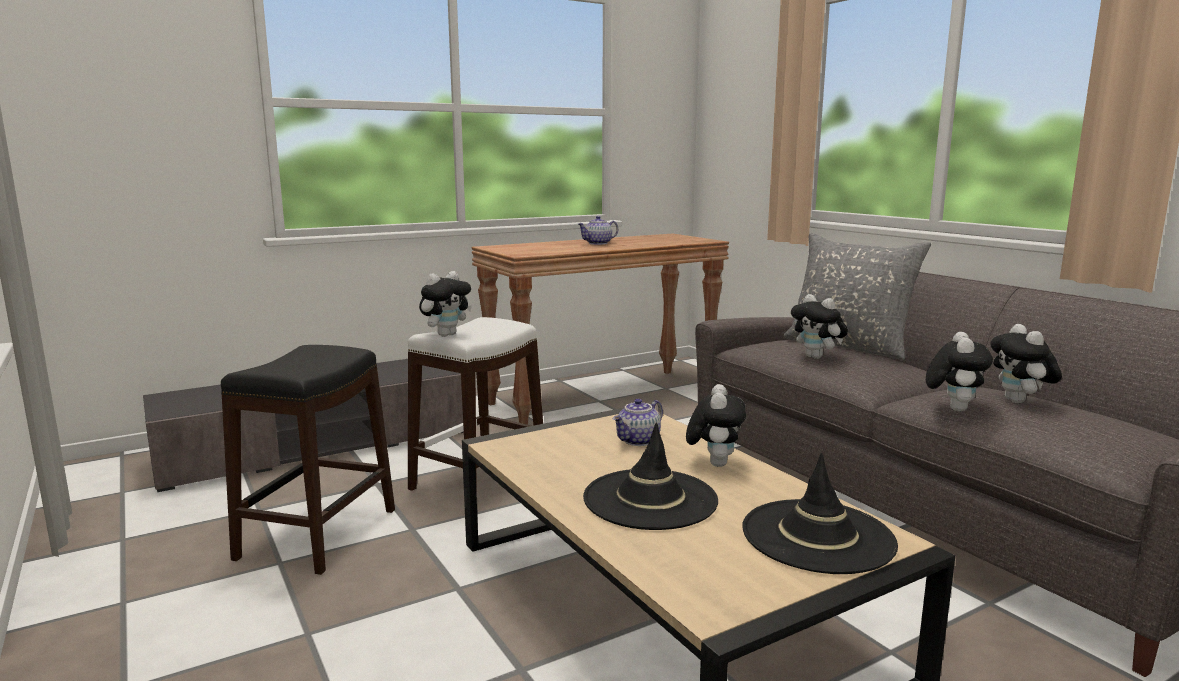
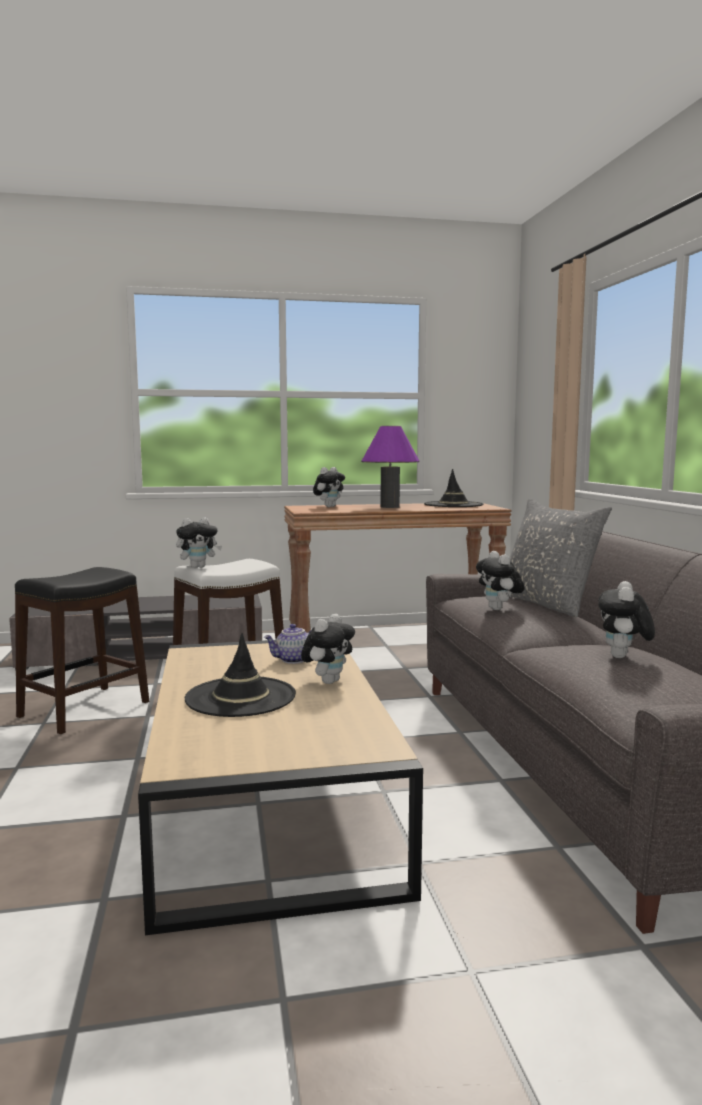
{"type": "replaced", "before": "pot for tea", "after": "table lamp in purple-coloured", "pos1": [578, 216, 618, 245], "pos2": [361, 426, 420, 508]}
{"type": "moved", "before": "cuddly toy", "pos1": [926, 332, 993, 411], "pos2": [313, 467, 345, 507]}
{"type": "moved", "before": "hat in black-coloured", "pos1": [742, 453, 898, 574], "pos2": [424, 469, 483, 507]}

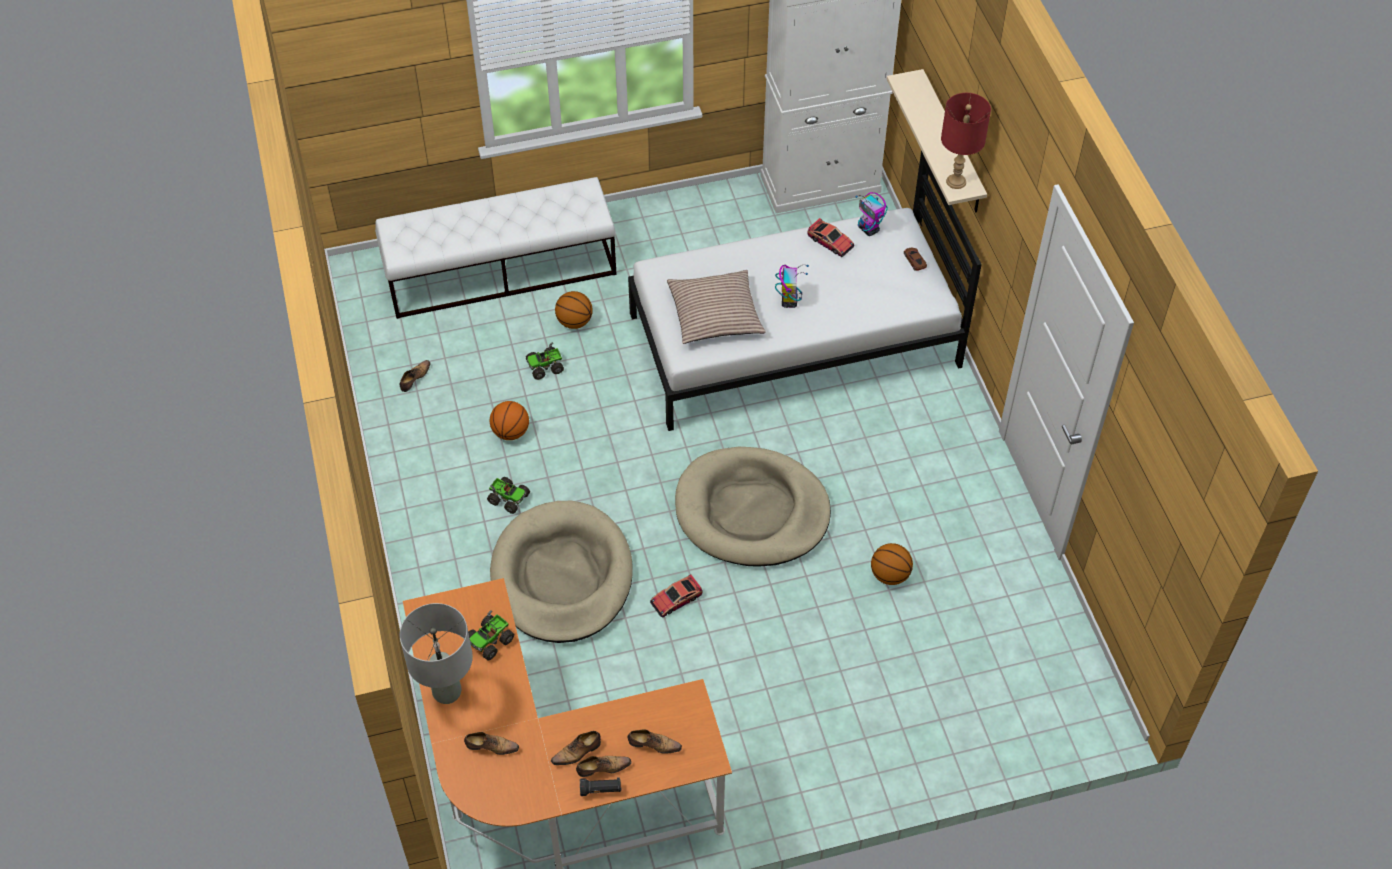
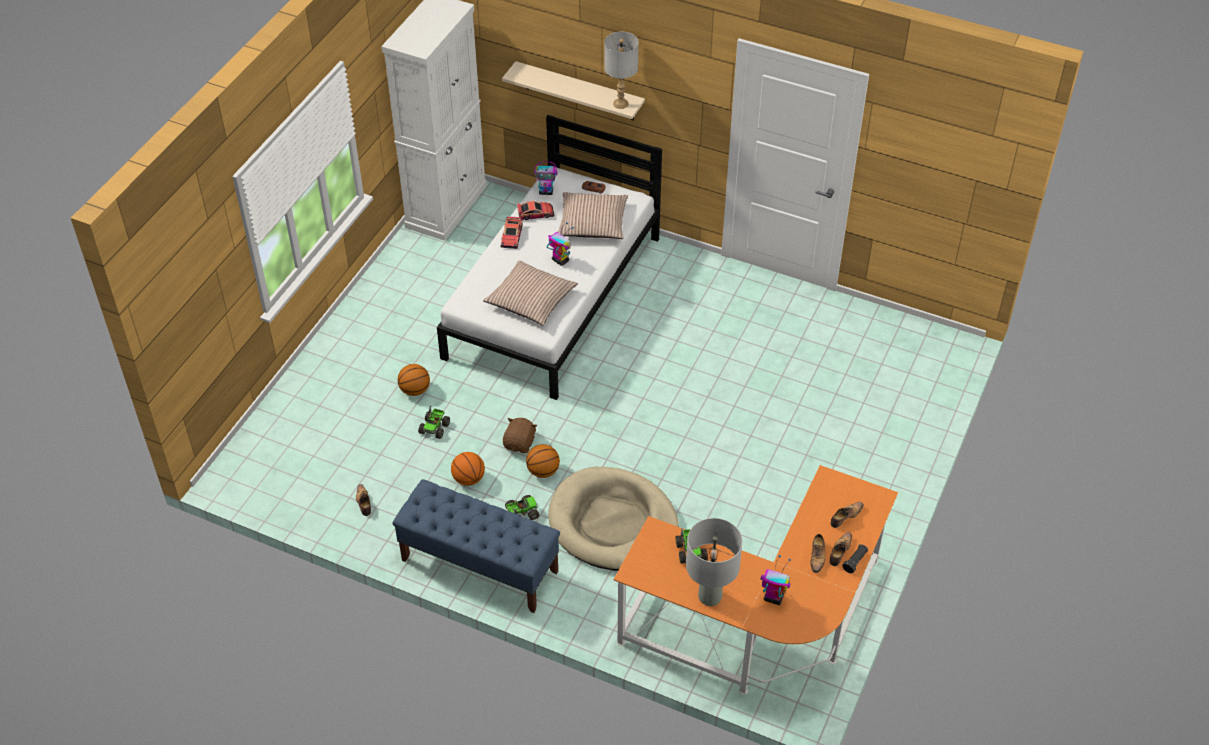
{"type": "recoloured", "before": "table lamp in red-coloured", "after": "table lamp in gray", "pos1": [941, 93, 991, 189], "pos2": [604, 31, 639, 109]}
{"type": "removed", "before": "bench in white-coloured", "pos1": [375, 177, 617, 319]}
{"type": "removed", "before": "dog bed in beige", "pos1": [675, 447, 831, 567]}
{"type": "moved", "before": "basketball ball", "pos1": [871, 543, 913, 585], "pos2": [526, 444, 560, 478]}
{"type": "moved", "before": "toy car", "pos1": [650, 574, 702, 618], "pos2": [501, 216, 523, 249]}
{"type": "replaced", "before": "shoe", "after": "toy robot", "pos1": [464, 732, 519, 755], "pos2": [761, 555, 791, 605]}
{"type": "added", "after": "cushion", "pos2": [558, 192, 628, 239]}
{"type": "added", "after": "cuddly toy in brown-coloured", "pos2": [503, 418, 537, 453]}
{"type": "added", "after": "bench in blue-coloured", "pos2": [392, 479, 560, 613]}

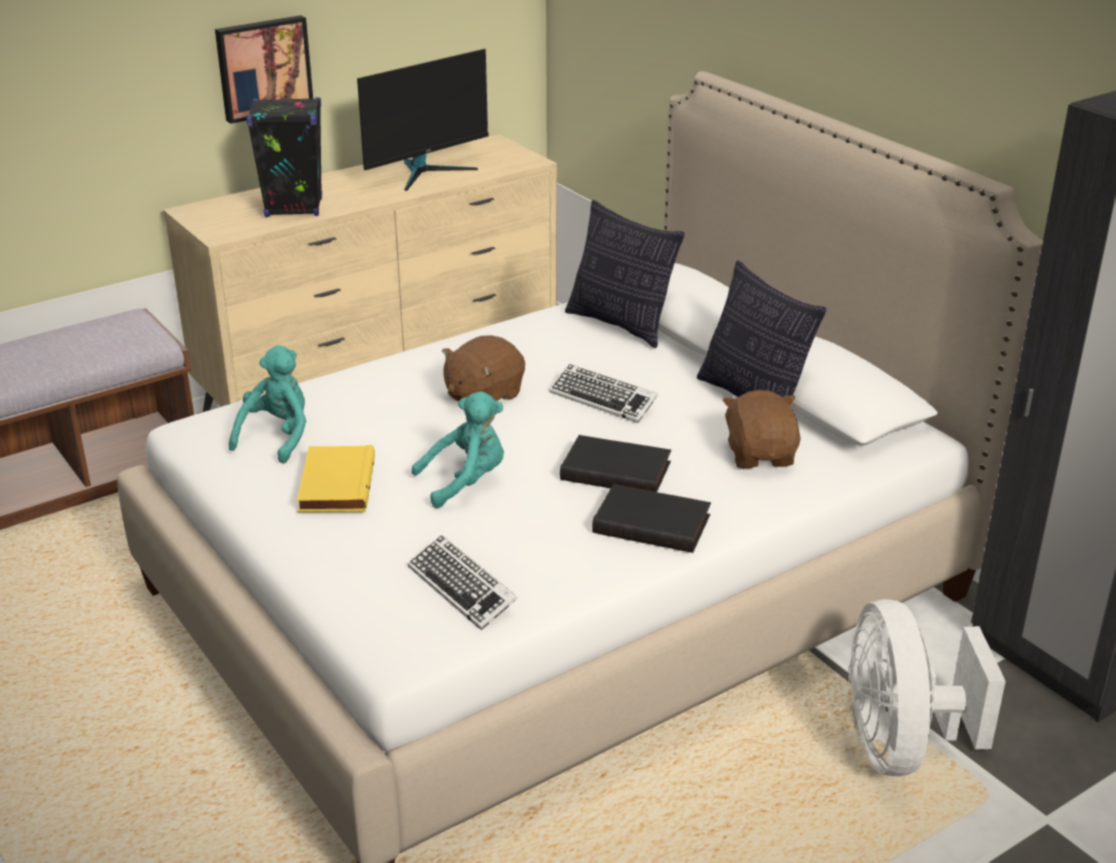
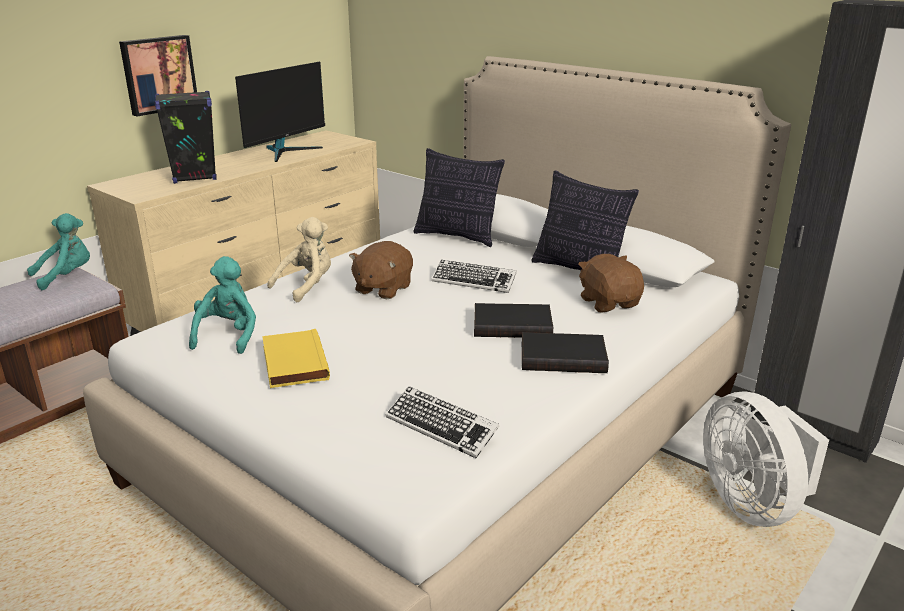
{"type": "moved", "before": "cuddly toy in blue-green", "pos1": [412, 391, 504, 508], "pos2": [27, 213, 90, 290]}
{"type": "added", "after": "cuddly toy in beige", "pos2": [267, 217, 331, 302]}

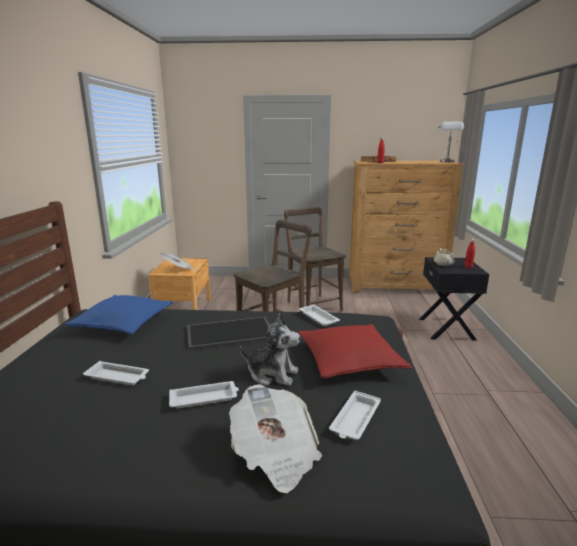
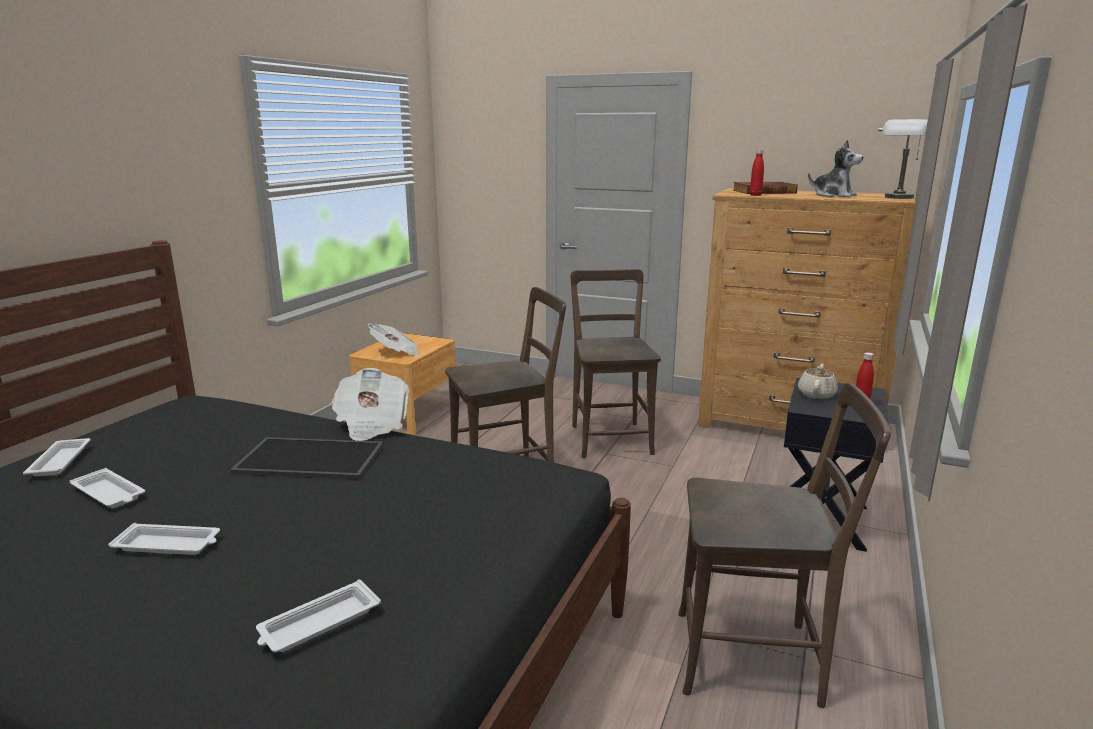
{"type": "removed", "before": "cushion in blue-coloured", "pos1": [64, 295, 173, 335]}
{"type": "moved", "before": "carrying tray in white-coloured", "pos1": [299, 305, 340, 326], "pos2": [23, 438, 91, 476]}
{"type": "moved", "before": "cuddly toy", "pos1": [240, 313, 300, 386], "pos2": [808, 140, 863, 197]}
{"type": "removed", "before": "cushion in red-coloured", "pos1": [298, 324, 412, 378]}
{"type": "moved", "before": "daily paper", "pos1": [229, 384, 322, 493], "pos2": [331, 368, 410, 441]}
{"type": "added", "after": "plain chair in brown-coloured", "pos2": [678, 383, 891, 708]}

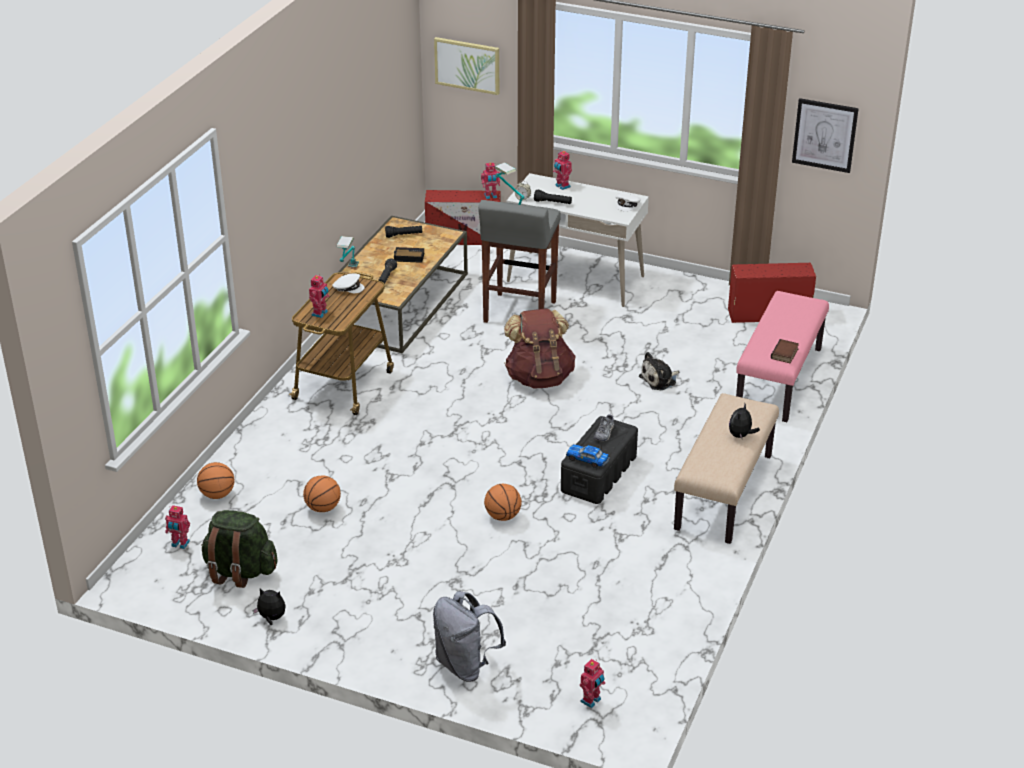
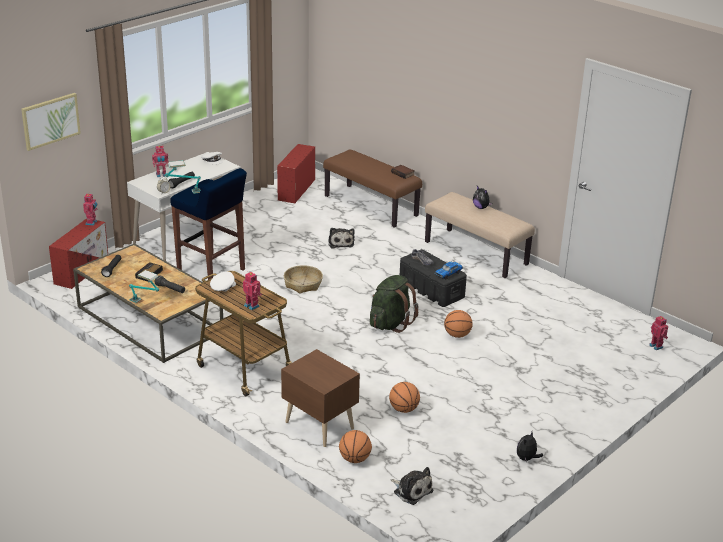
{"type": "removed", "before": "wall art", "pos1": [792, 98, 859, 173]}
{"type": "recoloured", "before": "stool seat in gray", "after": "stool seat in blue-coloured", "pos1": [478, 200, 561, 323], "pos2": [170, 168, 247, 280]}
{"type": "recoloured", "before": "bench in pink-coloured", "after": "bench in brown-coloured", "pos1": [736, 291, 829, 422], "pos2": [323, 149, 422, 228]}
{"type": "replaced", "before": "knapsack in brown-coloured", "after": "storage basket", "pos1": [504, 309, 576, 389], "pos2": [284, 265, 323, 294]}
{"type": "replaced", "before": "toy robot", "after": "cuddly toy", "pos1": [165, 505, 190, 549], "pos2": [391, 467, 433, 505]}
{"type": "moved", "before": "knapsack in green-coloured", "pos1": [201, 510, 277, 588], "pos2": [370, 275, 418, 333]}
{"type": "removed", "before": "knapsack in gray", "pos1": [433, 591, 506, 681]}
{"type": "added", "after": "bedside table in brown-coloured", "pos2": [281, 349, 360, 447]}

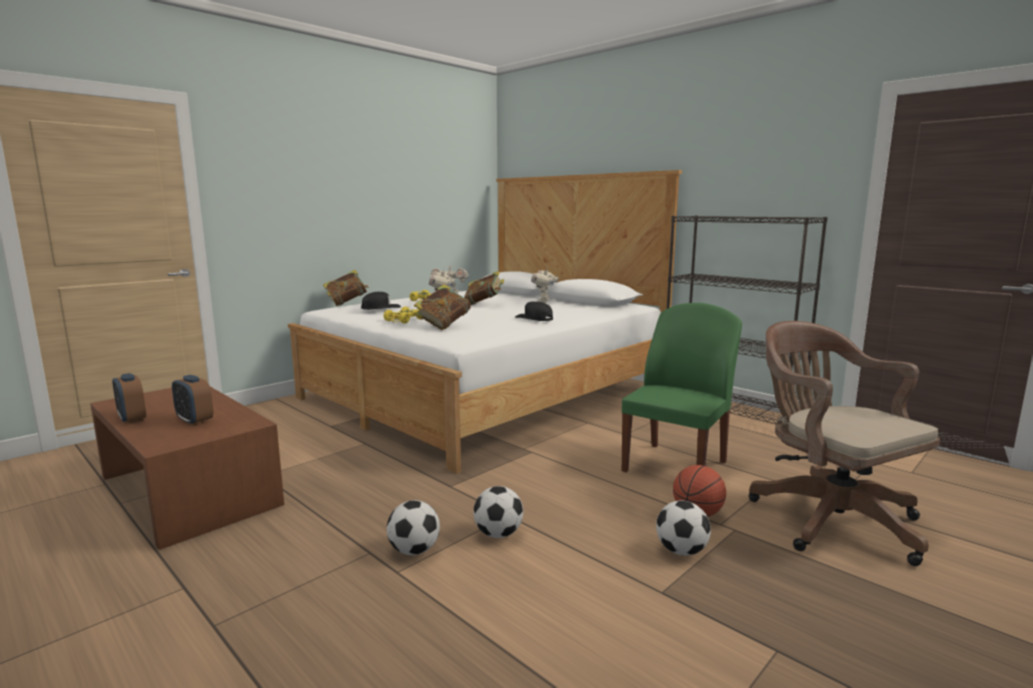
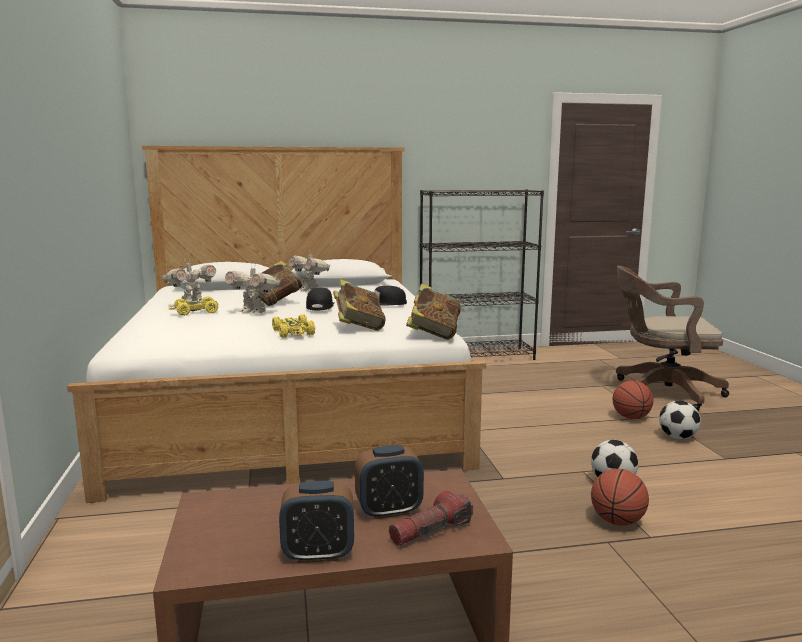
{"type": "moved", "before": "book", "pos1": [323, 270, 369, 306], "pos2": [406, 284, 461, 340]}
{"type": "moved", "before": "cap in black-coloured", "pos1": [361, 292, 401, 310], "pos2": [306, 288, 334, 310]}
{"type": "removed", "before": "plain chair in green-coloured", "pos1": [622, 303, 742, 472]}
{"type": "replaced", "before": "football ball", "after": "basketball ball", "pos1": [387, 500, 440, 555], "pos2": [591, 469, 649, 526]}
{"type": "added", "after": "flashlight", "pos2": [389, 491, 473, 546]}

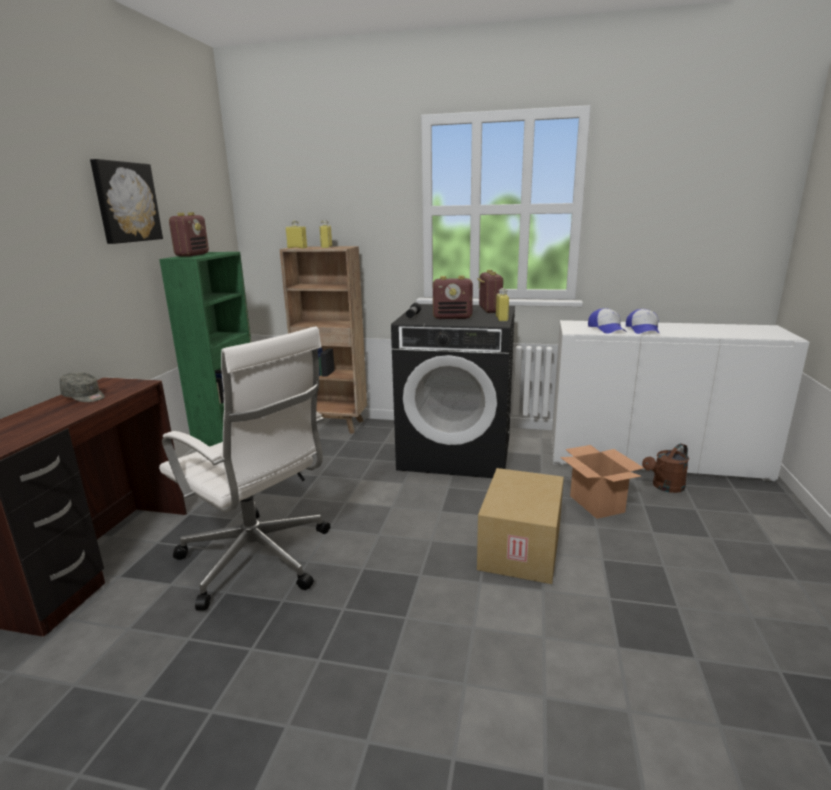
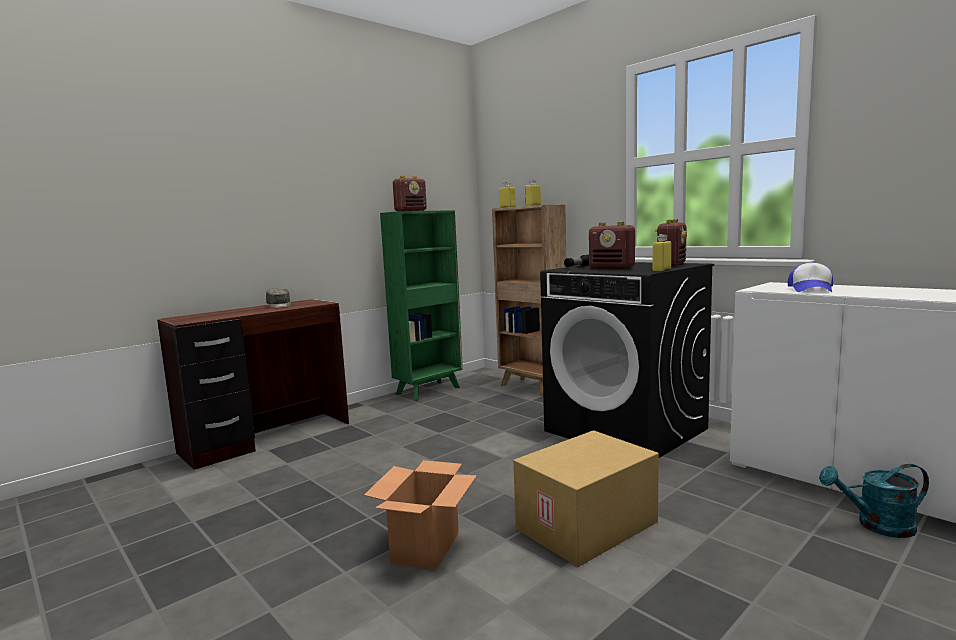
{"type": "removed", "before": "wall art", "pos1": [90, 159, 163, 244]}
{"type": "removed", "before": "cap", "pos1": [626, 309, 660, 334]}
{"type": "removed", "before": "desk chair in white-coloured", "pos1": [159, 326, 330, 611]}
{"type": "recoloured", "before": "watering pot in brown-coloured", "after": "watering pot in blue-green", "pos1": [642, 443, 689, 493], "pos2": [819, 464, 929, 538]}
{"type": "moved", "before": "packing box", "pos1": [560, 445, 644, 519], "pos2": [364, 460, 477, 571]}

